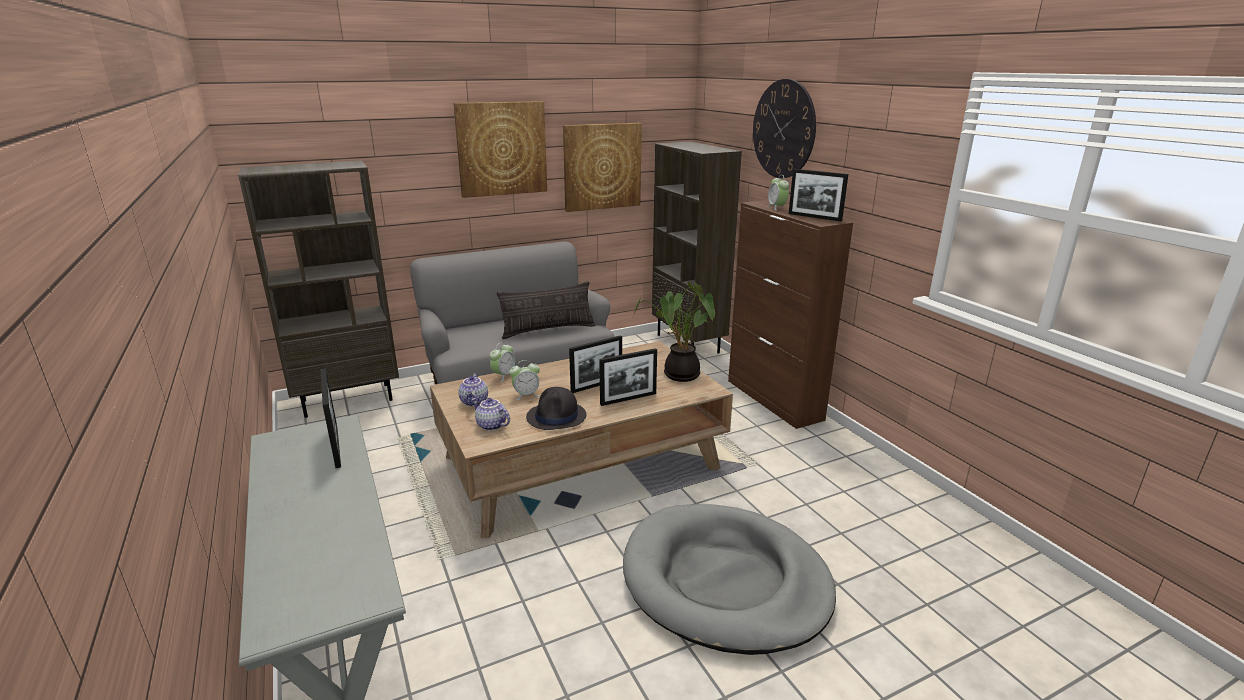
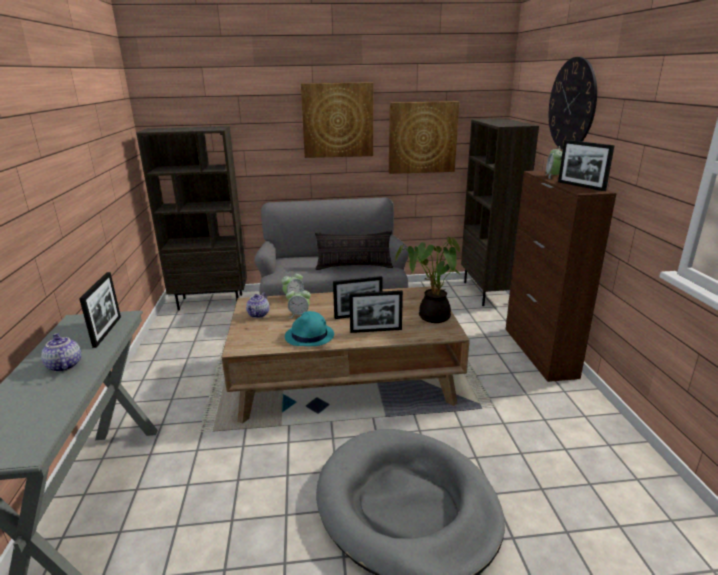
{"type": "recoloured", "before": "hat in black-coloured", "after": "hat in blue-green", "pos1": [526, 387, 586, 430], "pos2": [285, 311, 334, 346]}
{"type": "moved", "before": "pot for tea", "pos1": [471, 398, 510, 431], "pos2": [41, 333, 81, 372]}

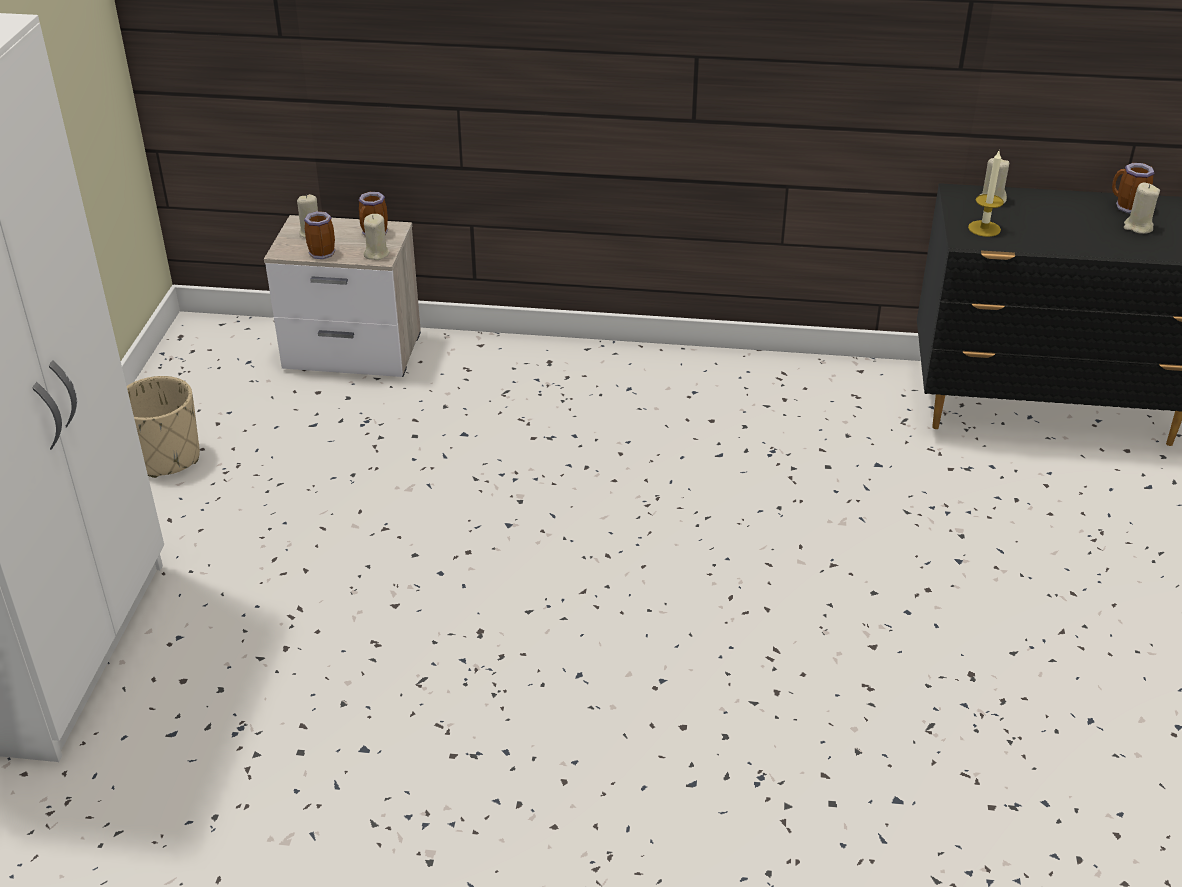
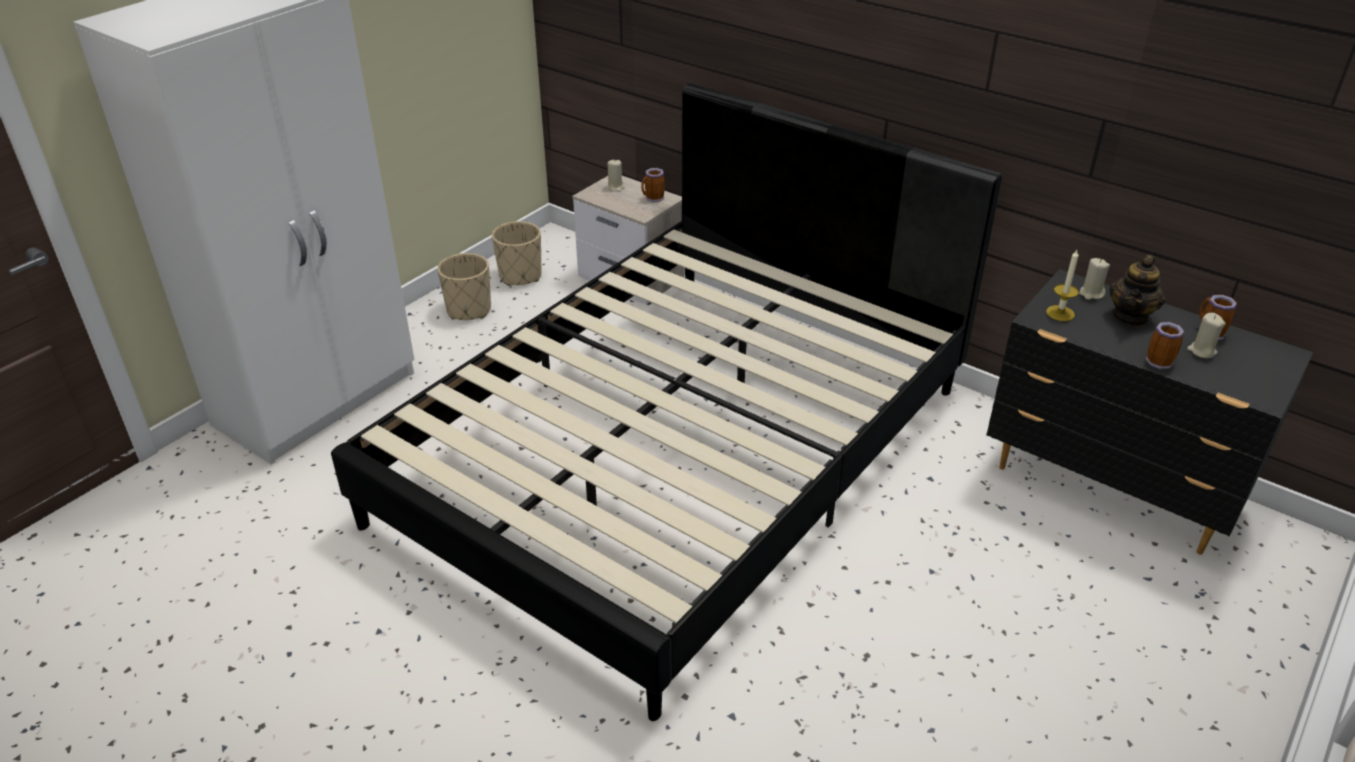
{"type": "moved", "before": "coffee mug", "pos1": [304, 211, 335, 259], "pos2": [1146, 322, 1185, 369]}
{"type": "removed", "before": "wax light in beige", "pos1": [363, 214, 390, 260]}
{"type": "added", "after": "bed in black-coloured", "pos2": [331, 83, 1003, 721]}
{"type": "added", "after": "plant pot in beige", "pos2": [492, 221, 542, 286]}
{"type": "added", "after": "pot for tea", "pos2": [1110, 255, 1165, 327]}

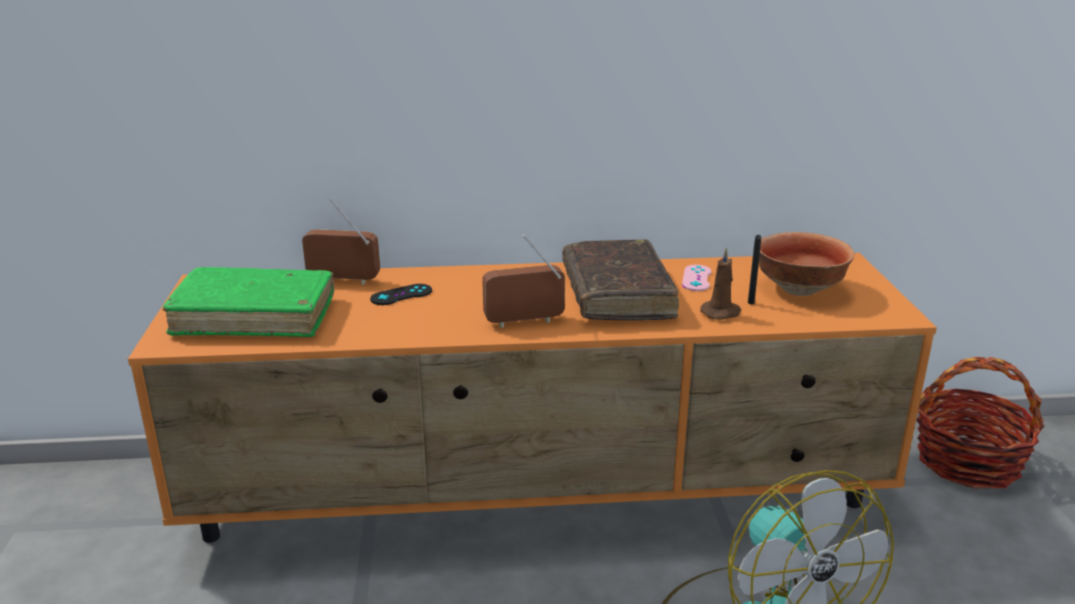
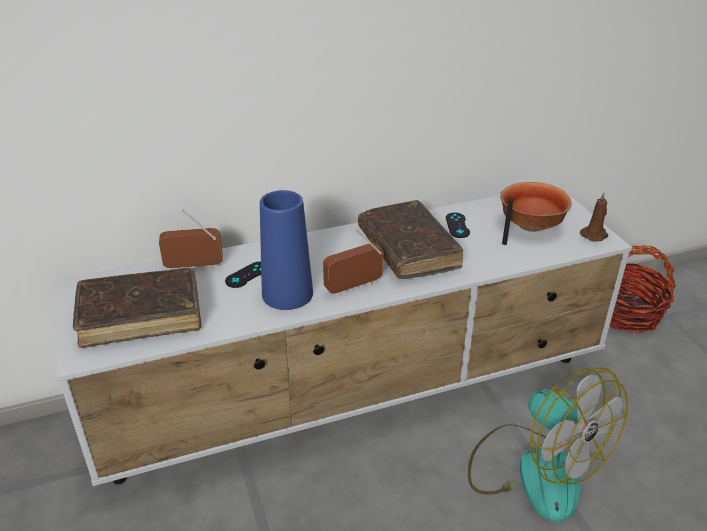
{"type": "moved", "before": "wax light in brown-coloured", "pos1": [700, 247, 741, 319], "pos2": [580, 193, 608, 242]}
{"type": "recoloured", "before": "tv unit in orangey", "after": "tv unit in white-coloured", "pos1": [128, 253, 937, 543], "pos2": [54, 185, 632, 486]}
{"type": "recoloured", "before": "gamepad in pink-coloured", "after": "gamepad in black-coloured", "pos1": [682, 265, 711, 291], "pos2": [446, 212, 470, 238]}
{"type": "recoloured", "before": "book in green-coloured", "after": "book in brown-coloured", "pos1": [163, 267, 334, 337], "pos2": [73, 268, 202, 348]}
{"type": "added", "after": "flower vase in blue-coloured", "pos2": [260, 190, 313, 310]}

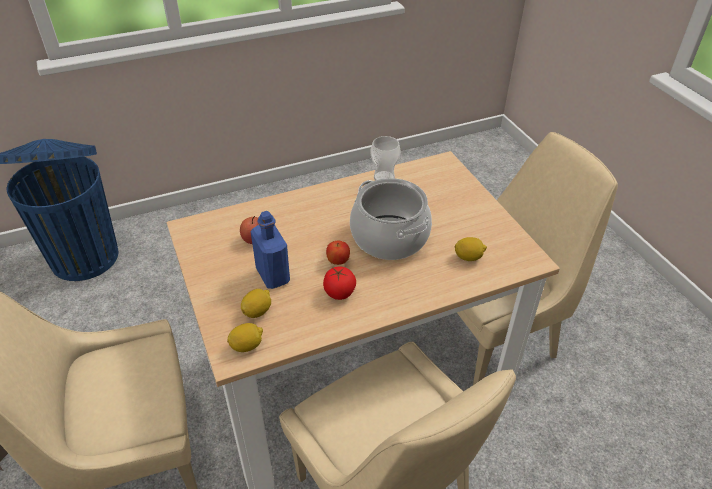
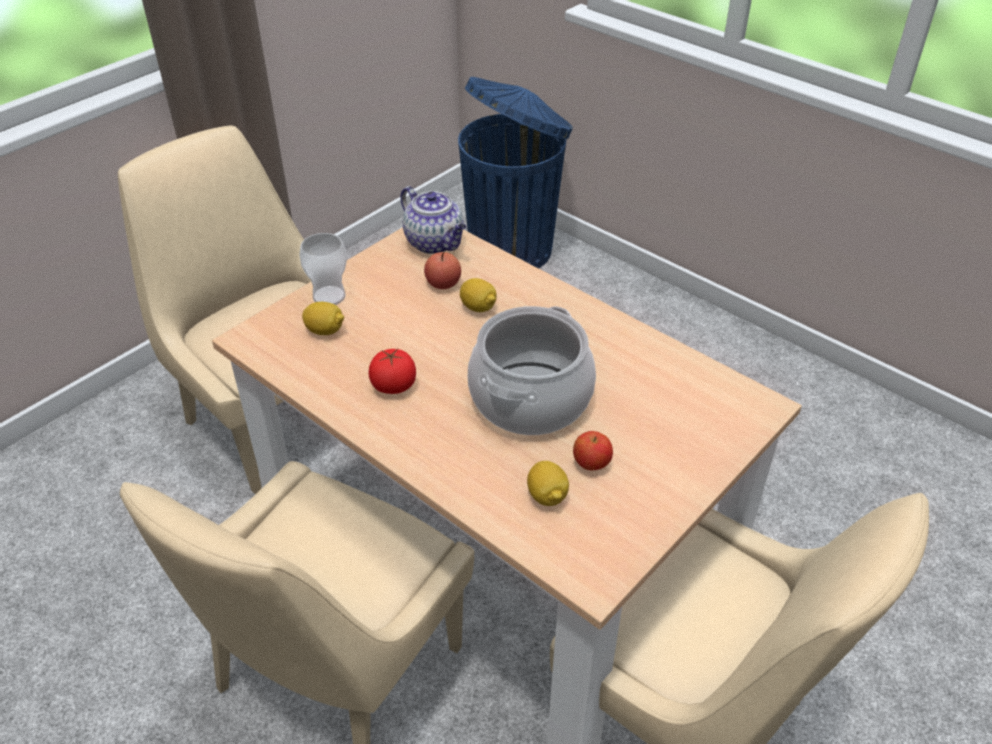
{"type": "moved", "before": "drinking cup", "pos1": [371, 136, 400, 180], "pos2": [299, 233, 347, 305]}
{"type": "removed", "before": "drink bottle in blue-coloured", "pos1": [250, 211, 290, 289]}
{"type": "moved", "before": "apple fruit", "pos1": [326, 241, 350, 265], "pos2": [573, 431, 613, 470]}
{"type": "moved", "before": "citrus fruit", "pos1": [227, 323, 263, 352], "pos2": [460, 278, 497, 312]}
{"type": "added", "after": "pot for tea", "pos2": [400, 186, 466, 254]}

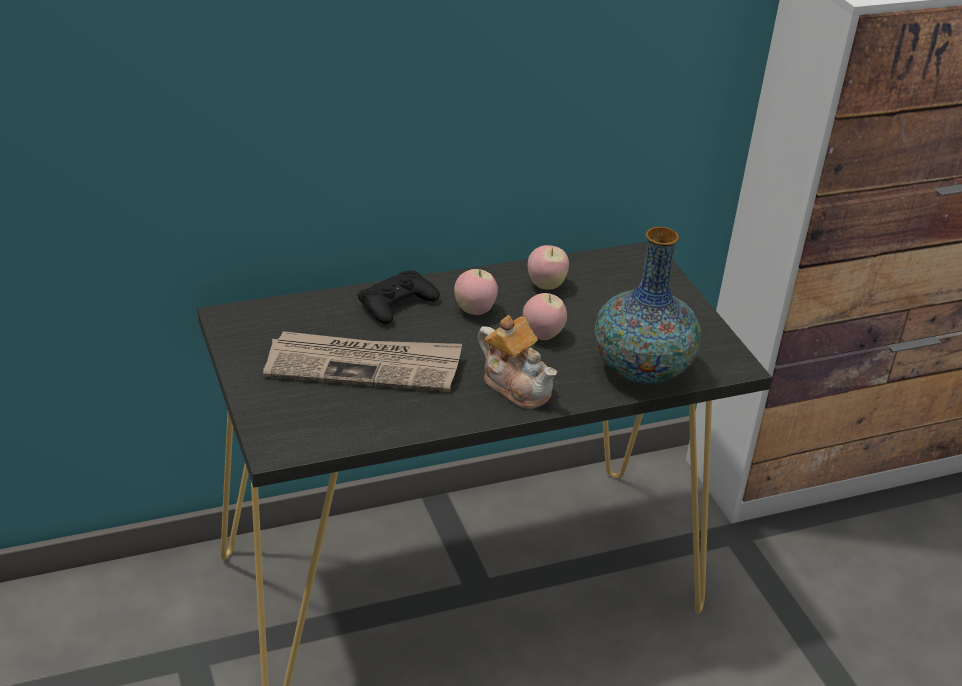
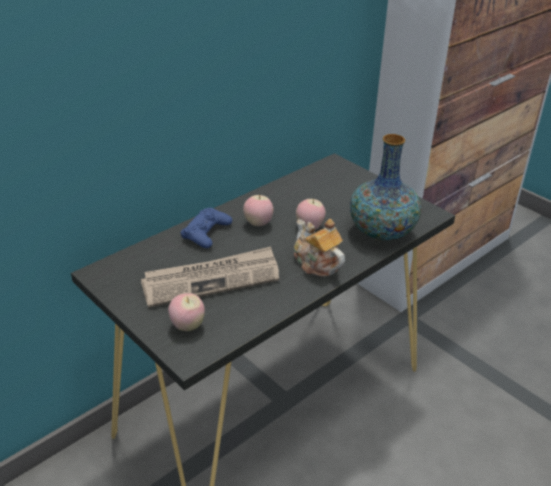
{"type": "moved", "before": "apple fruit", "pos1": [528, 245, 569, 289], "pos2": [168, 293, 205, 331]}
{"type": "recoloured", "before": "gamepad in black-coloured", "after": "gamepad in blue-coloured", "pos1": [358, 270, 440, 324], "pos2": [181, 208, 232, 248]}
{"type": "turned", "before": "pot for tea", "pos1": [478, 315, 557, 409], "pos2": [294, 219, 345, 277], "turn": -150}

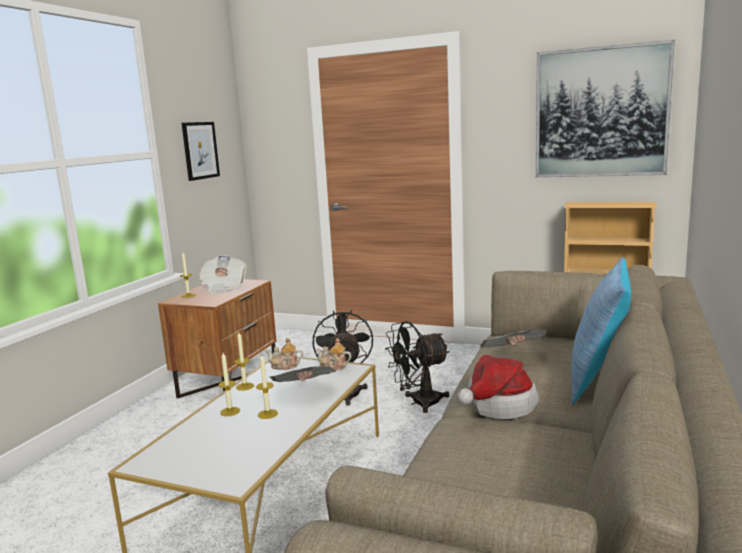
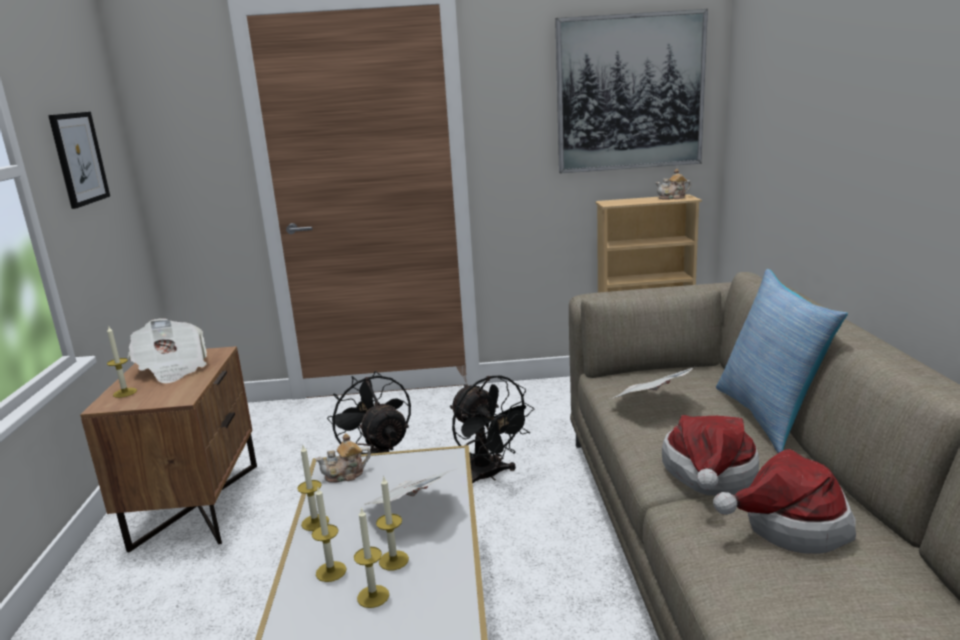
{"type": "turned", "before": "fan in black-coloured", "pos1": [385, 321, 450, 413], "pos2": [450, 376, 534, 484], "turn": -75}
{"type": "moved", "before": "pot for tea", "pos1": [316, 338, 351, 370], "pos2": [655, 169, 691, 199]}
{"type": "added", "after": "hat", "pos2": [713, 449, 856, 554]}
{"type": "added", "after": "wax light", "pos2": [354, 507, 389, 608]}

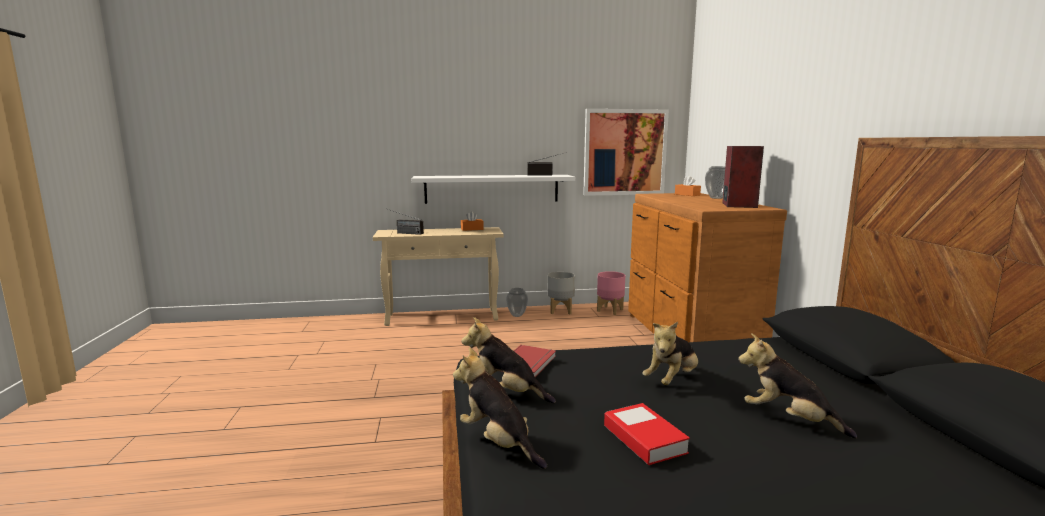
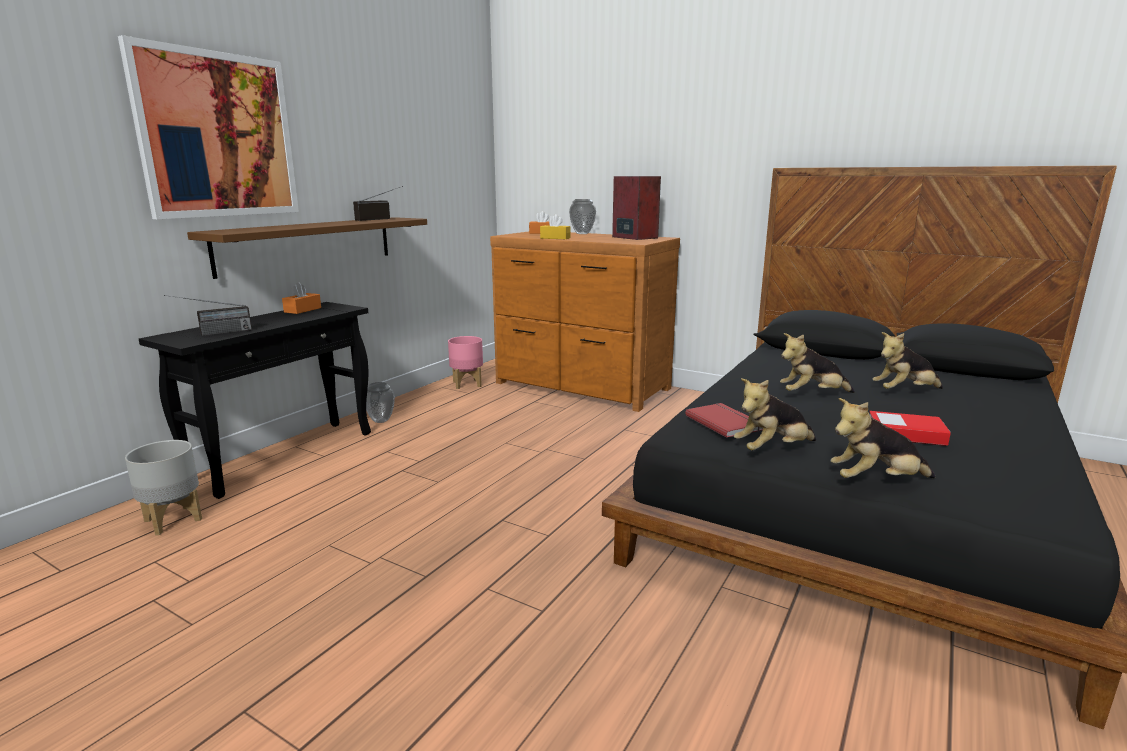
{"type": "moved", "before": "wall art", "pos1": [583, 109, 669, 196], "pos2": [118, 35, 299, 219]}
{"type": "recoloured", "before": "shelf in white-coloured", "after": "shelf in brown-coloured", "pos1": [412, 175, 575, 204], "pos2": [187, 217, 427, 279]}
{"type": "recoloured", "before": "console table in beige", "after": "console table in black-coloured", "pos1": [373, 227, 504, 326], "pos2": [139, 302, 371, 499]}
{"type": "moved", "before": "plant pot in gray", "pos1": [548, 272, 575, 314], "pos2": [125, 440, 202, 535]}
{"type": "turned", "before": "cuddly toy", "pos1": [642, 322, 698, 385], "pos2": [780, 333, 855, 393], "turn": 90}
{"type": "added", "after": "tissue holder in yellowish", "pos2": [540, 214, 570, 239]}

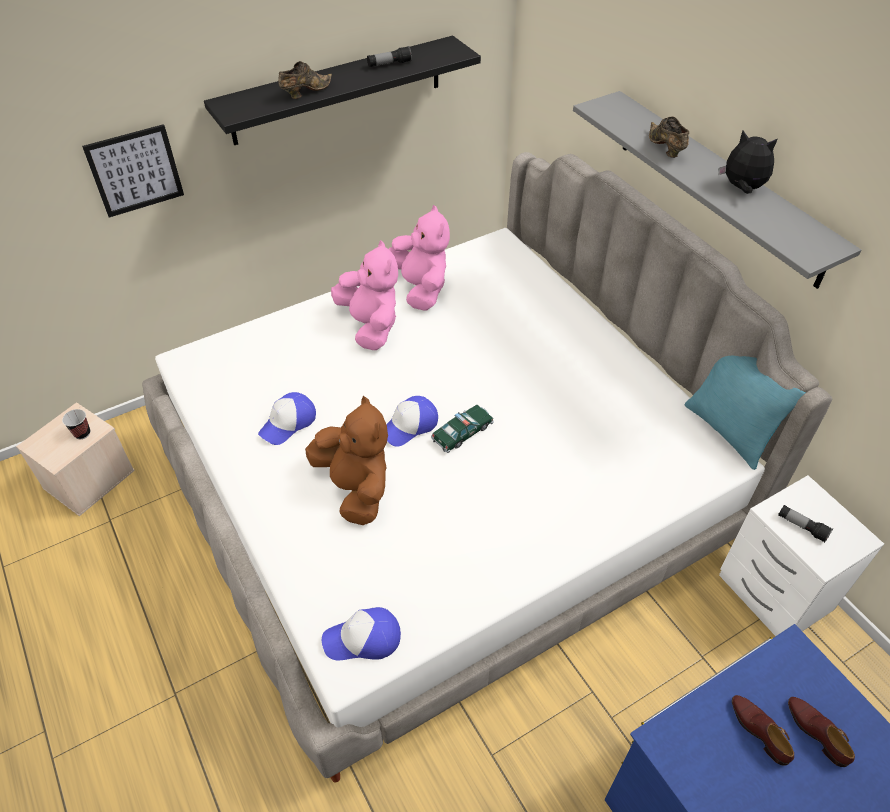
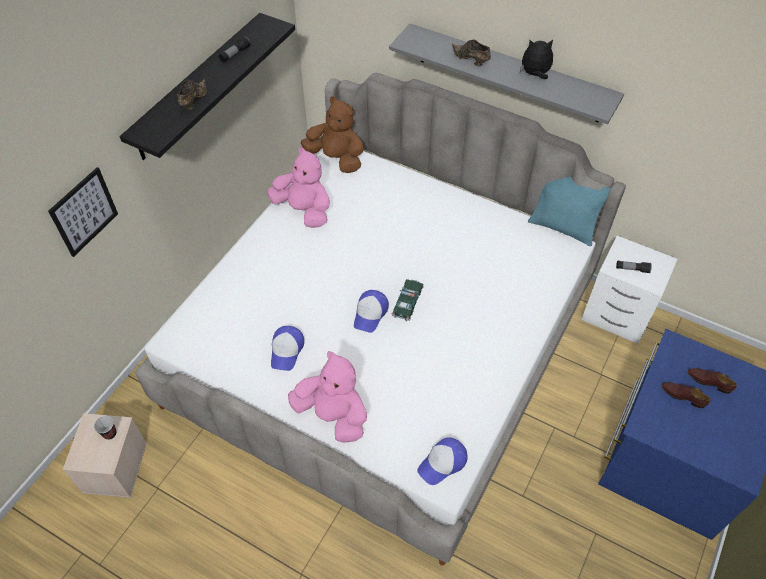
{"type": "moved", "before": "cuddly toy in pink-coloured", "pos1": [331, 240, 398, 350], "pos2": [288, 351, 367, 443]}
{"type": "moved", "before": "cuddly toy in brown-coloured", "pos1": [305, 396, 388, 525], "pos2": [301, 97, 364, 173]}

